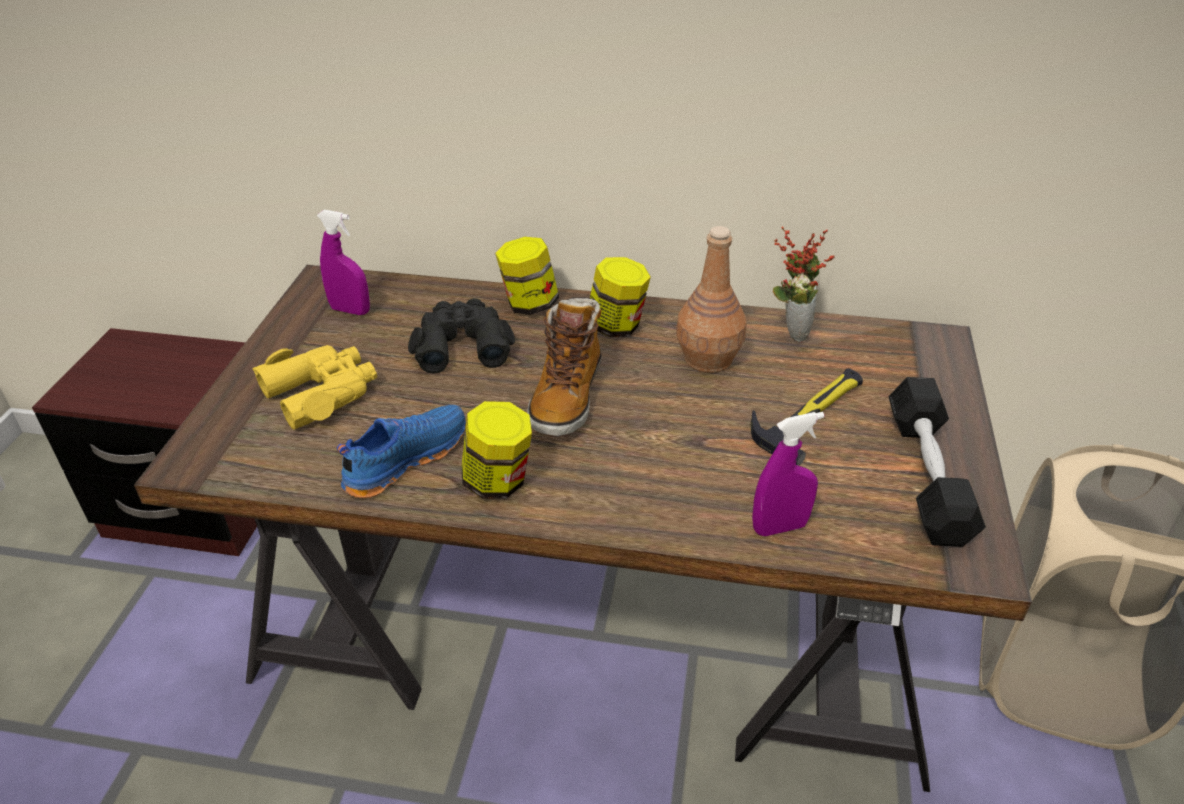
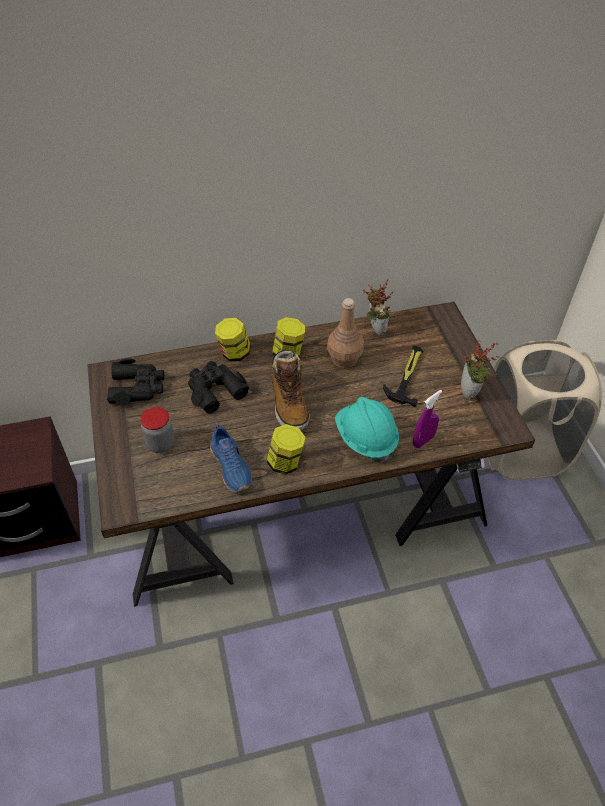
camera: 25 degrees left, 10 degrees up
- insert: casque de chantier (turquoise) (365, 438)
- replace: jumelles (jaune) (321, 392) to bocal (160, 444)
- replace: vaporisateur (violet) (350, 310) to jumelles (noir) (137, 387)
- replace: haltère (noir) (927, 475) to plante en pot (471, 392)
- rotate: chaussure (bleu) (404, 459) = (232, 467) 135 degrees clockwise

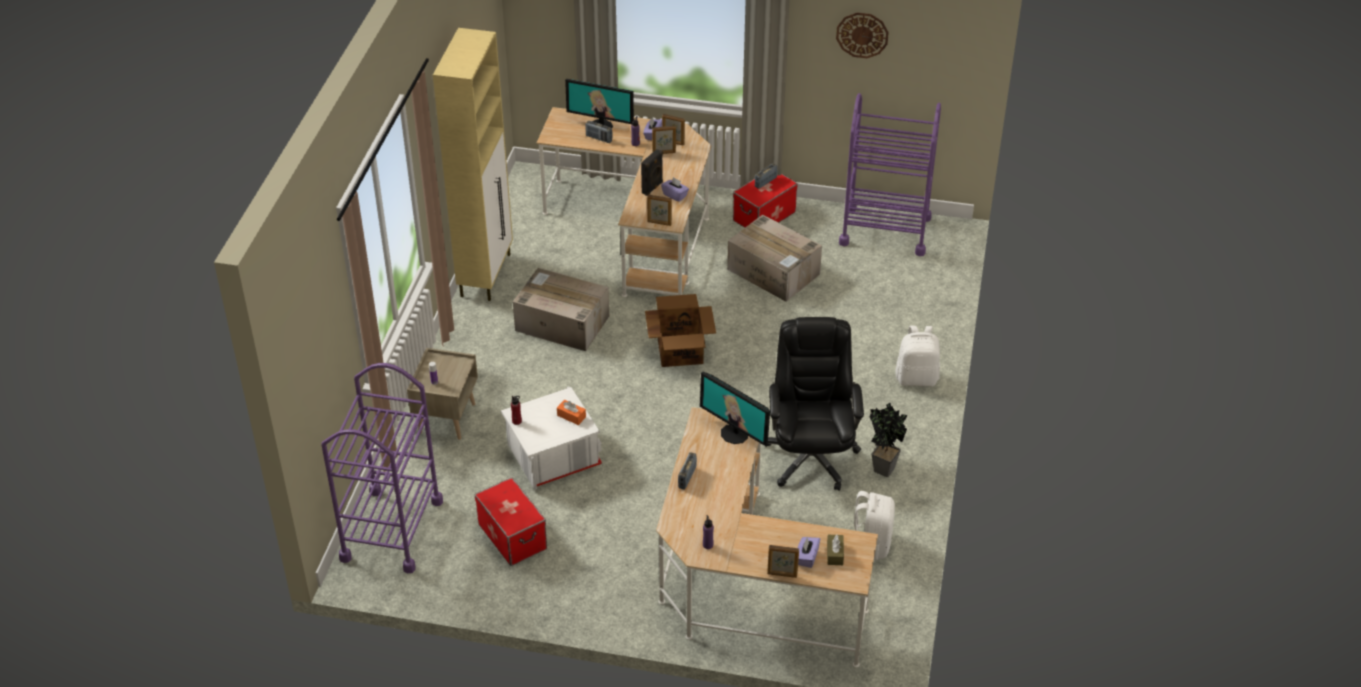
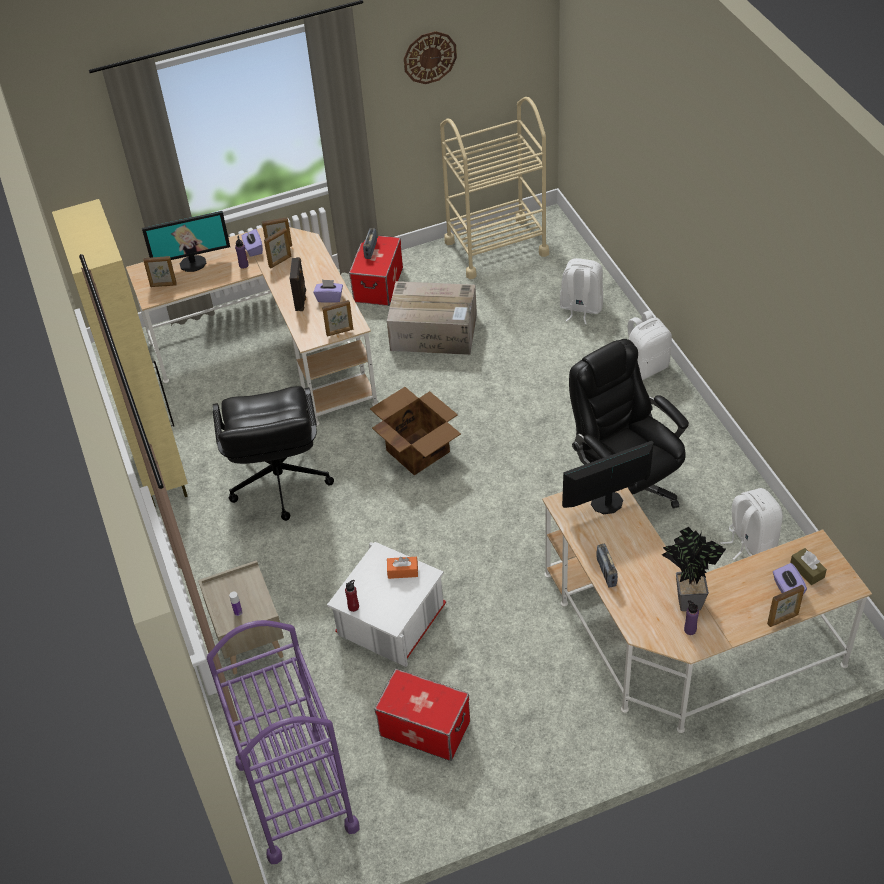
camera: 30 degrees left, 5 degrees up
- delete: radio (599, 138)
- insert: cadre photo (163, 285)
- insert: sac à dos (blanc) (580, 308)
- move: plante en pot (882, 467) to (684, 601)
- replace: carton (561, 323) to chaise de bureau (noir) (279, 482)
- recolor: chariot (violet) (885, 230) to chariot (beige) (496, 247)
- rotate: écran d'ordinateur (735, 433) = (607, 503) 150 degrees clockwise

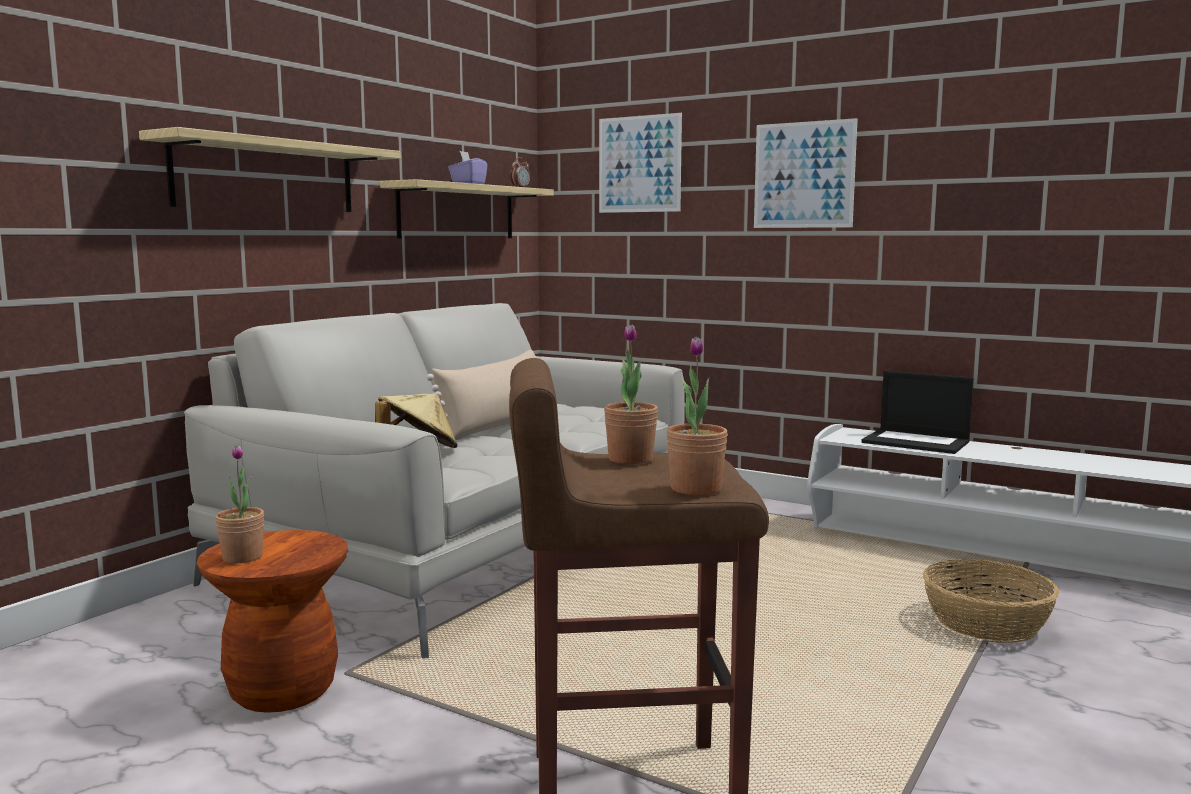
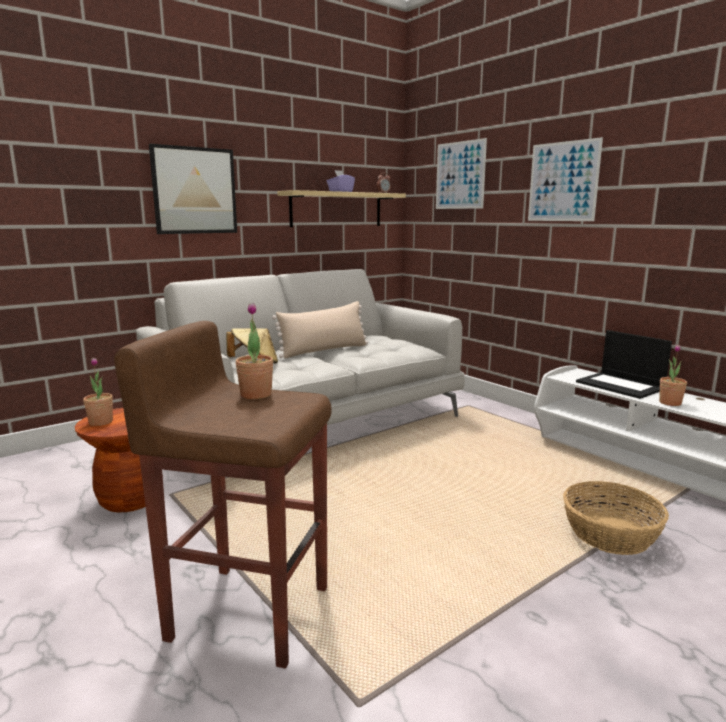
camera: 20 degrees right, 5 degrees up
- move: plante en pot (695, 489) to (670, 403)
- replace: étagère (266, 176) to tableau (194, 191)

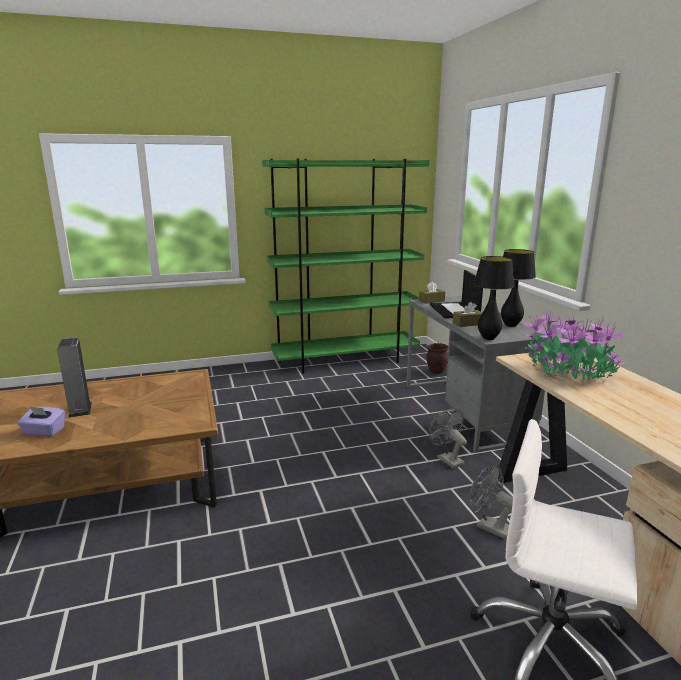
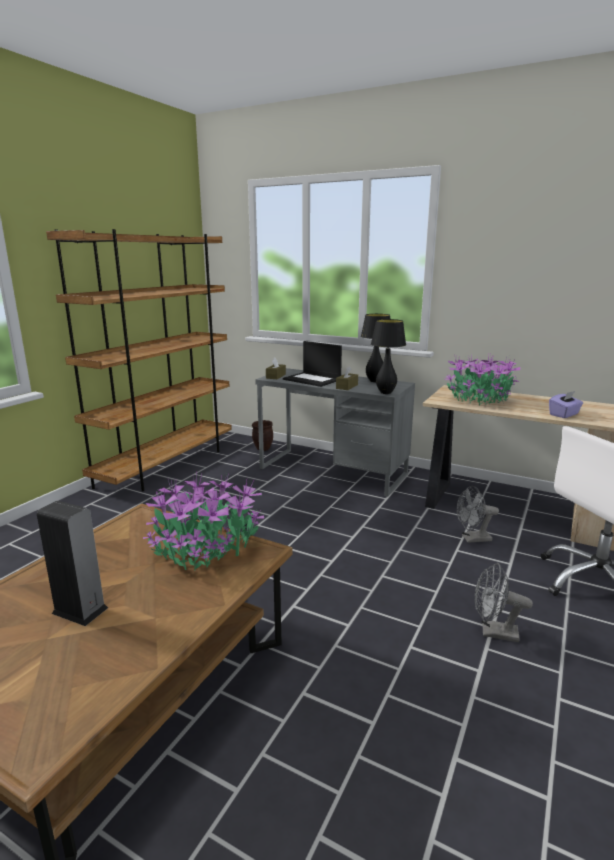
camera: 45 degrees left, 0 degrees up
- insert: plante en pot (205, 549)
- move: boîte à mouchoirs (violet) (44, 432) to (564, 414)
- move: ventilateur (gris) (447, 459) to (493, 632)
- recolor: bibliothèque (vert) (346, 361) to bibliothèque (marron) (167, 465)

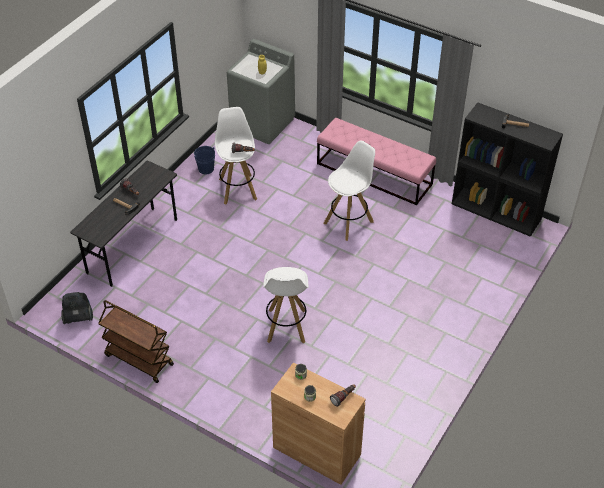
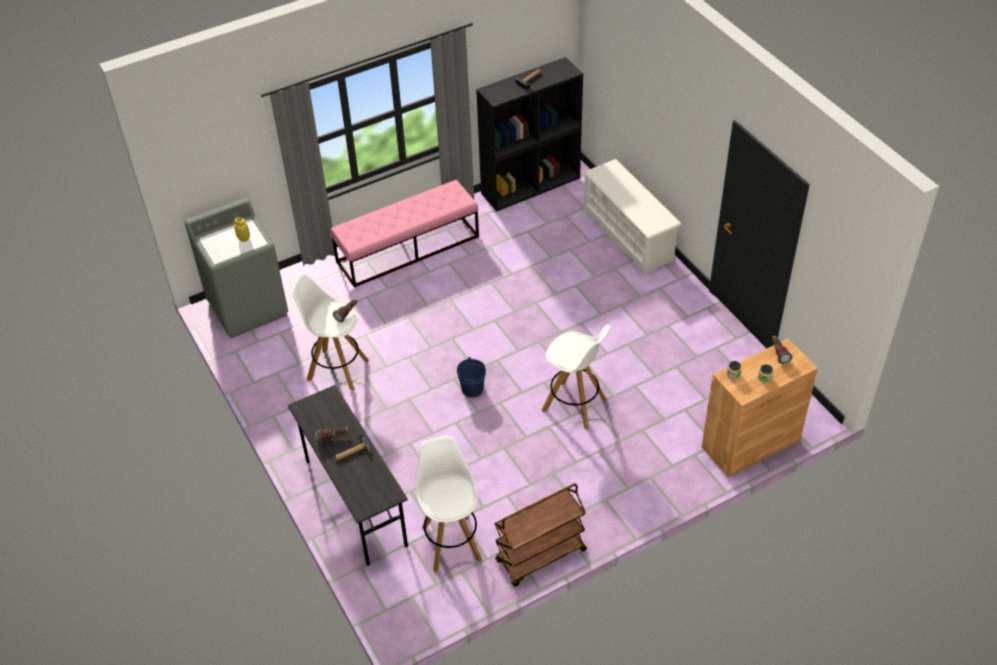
camera: 60 degrees left, 0 degrees up
- delete: aspirateur (78, 317)
- insert: étagère à chaussures (blanc) (628, 236)
- move: seau (bleu) (206, 169) to (472, 389)
- move: tabouret (blanc) (349, 222) to (451, 542)

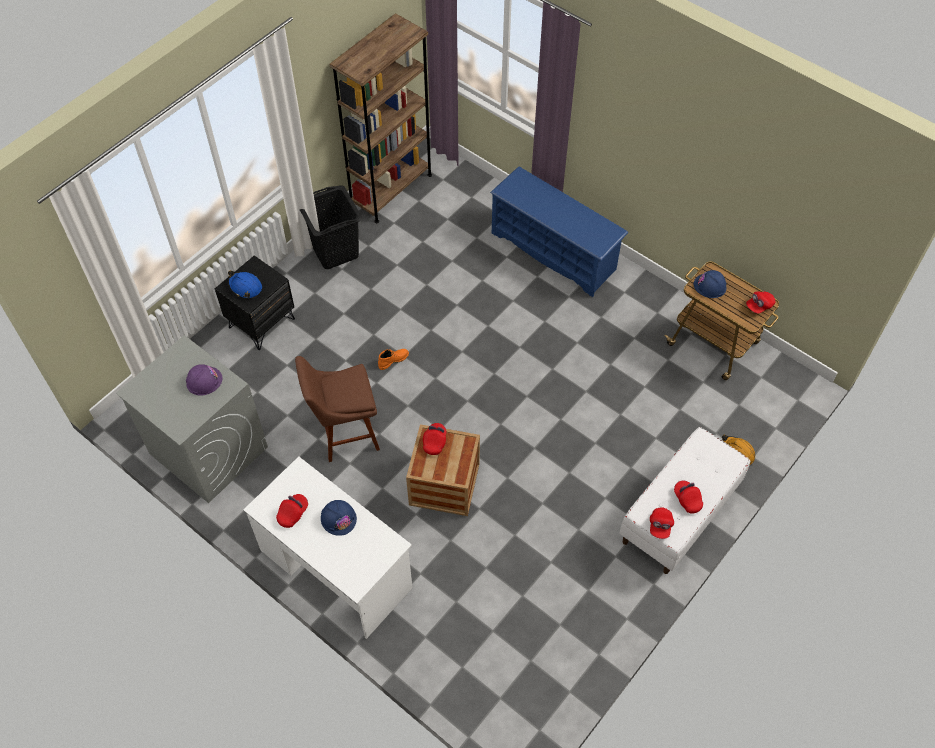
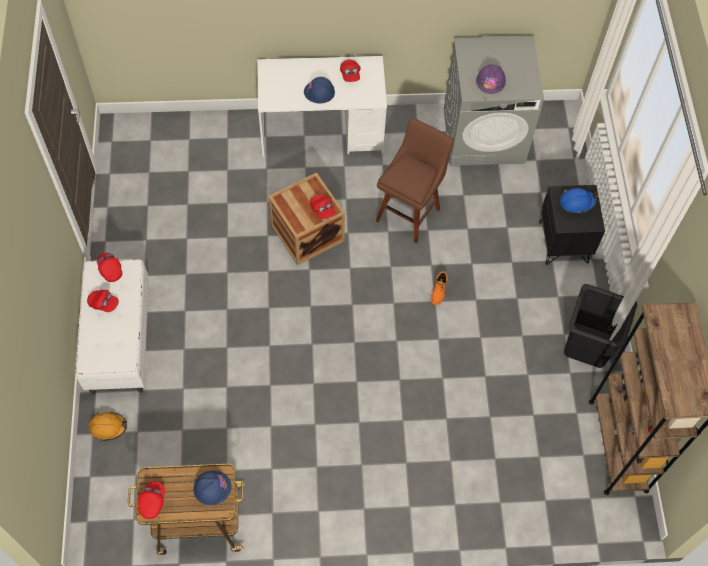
camera: 135 degrees right, 5 degrees up
- delete: étagère à chaussures (bleu) (554, 251)

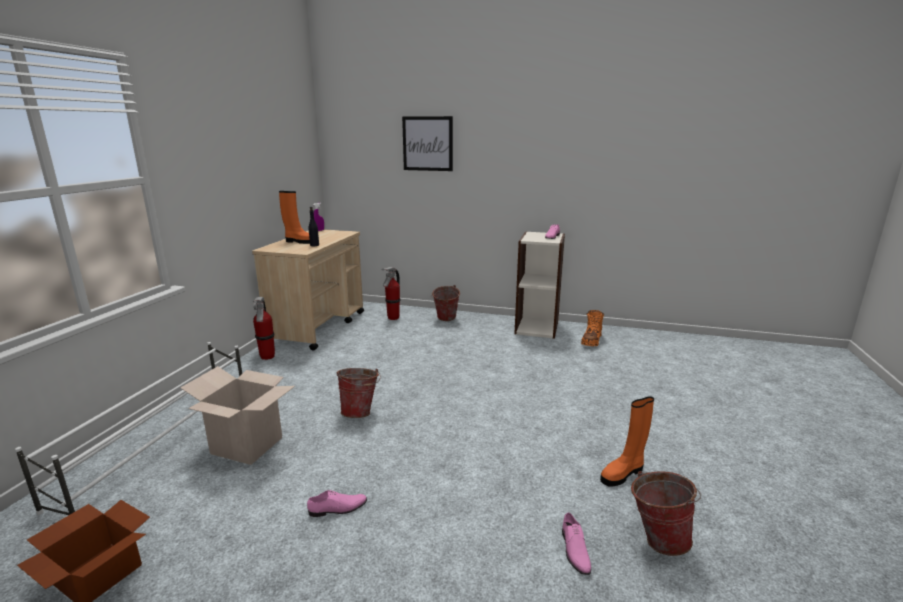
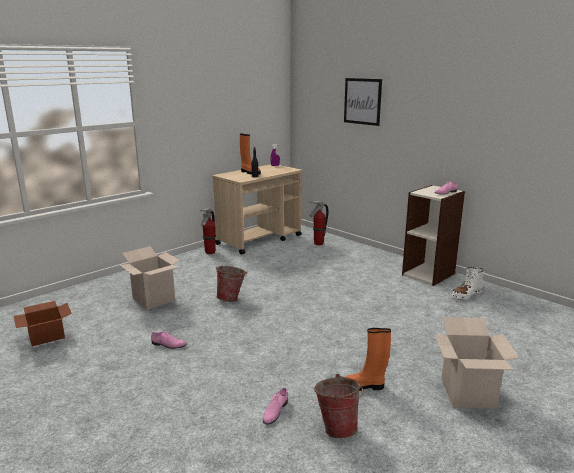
camera: 30 degrees right, 0 degrees up
- delete: étagère à chaussures (blanc) (161, 442)
- delete: seau (445, 319)
- insert: carton (468, 393)
- recolor: botte (orange) (591, 340) to botte (blanc) (466, 294)

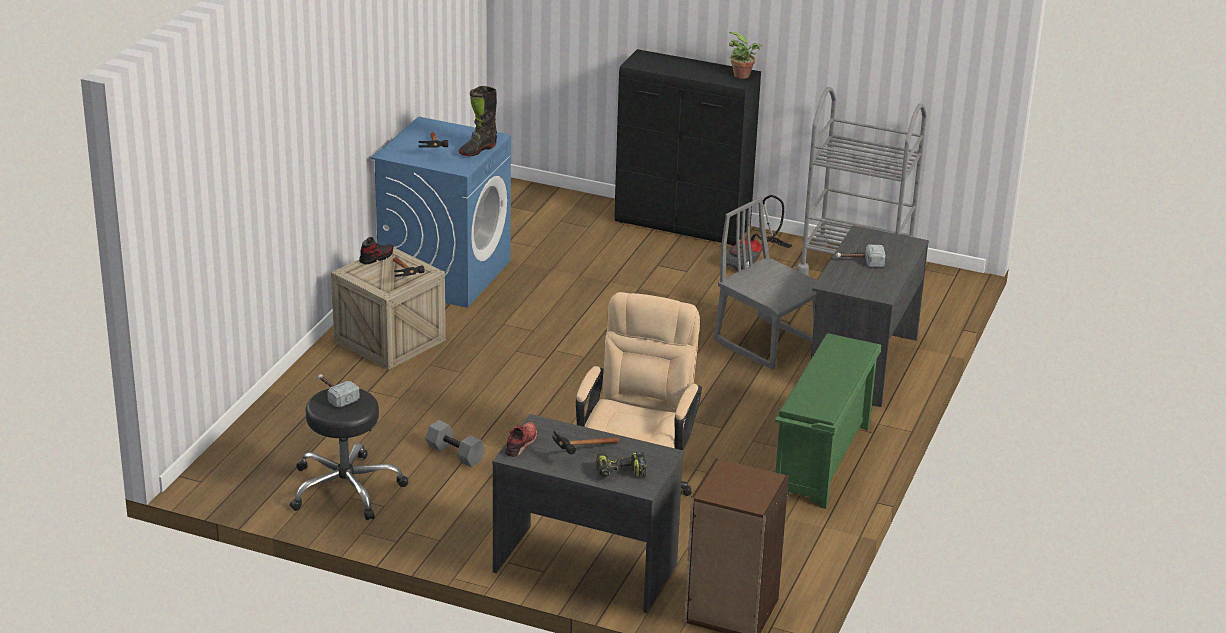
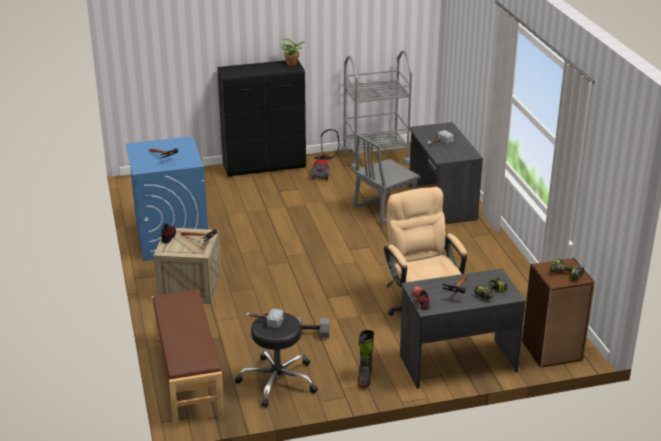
camera: 35 degrees left, 0 degrees up
- delete: étagère à chaussures (vert) (823, 461)
- insert: banc (marron) (187, 376)
- insert: perceuse (565, 274)
- move: botte (noir) (477, 150) to (364, 378)
- rotate: chaise (gris) (766, 342) = (384, 209) 45 degrees counterclockwise

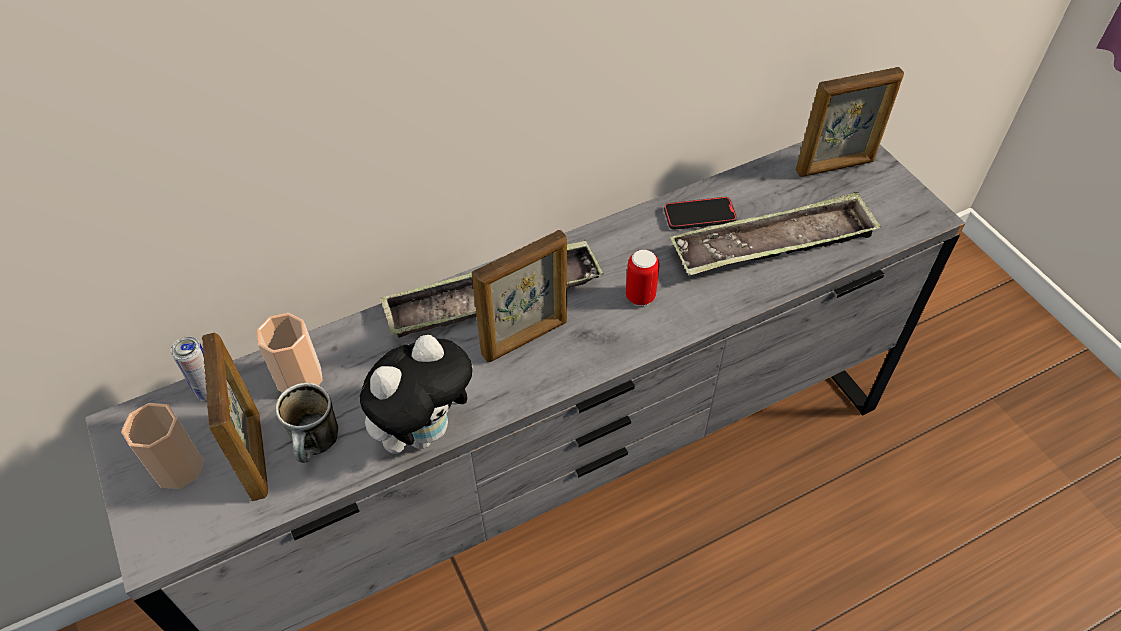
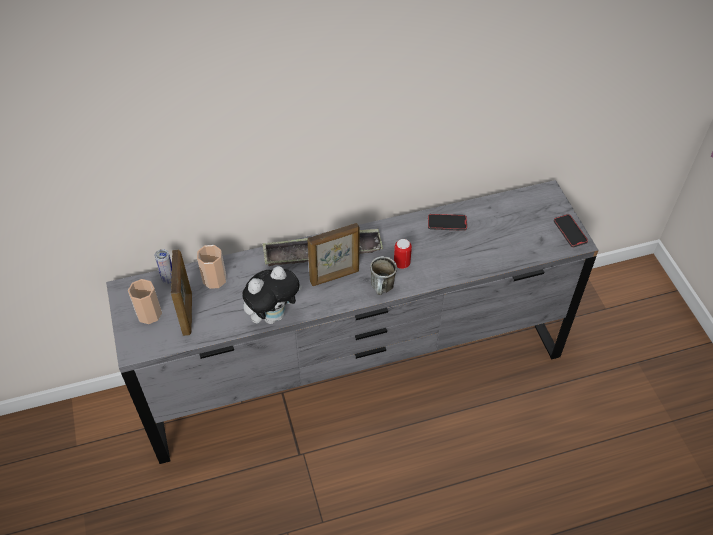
camera: 10 degrees right, 0 degrees up
- delete: plateau (773, 244)
- delete: cadre photo (835, 166)
- insert: téléphone (570, 232)
- move: mug (318, 446) to (383, 289)

